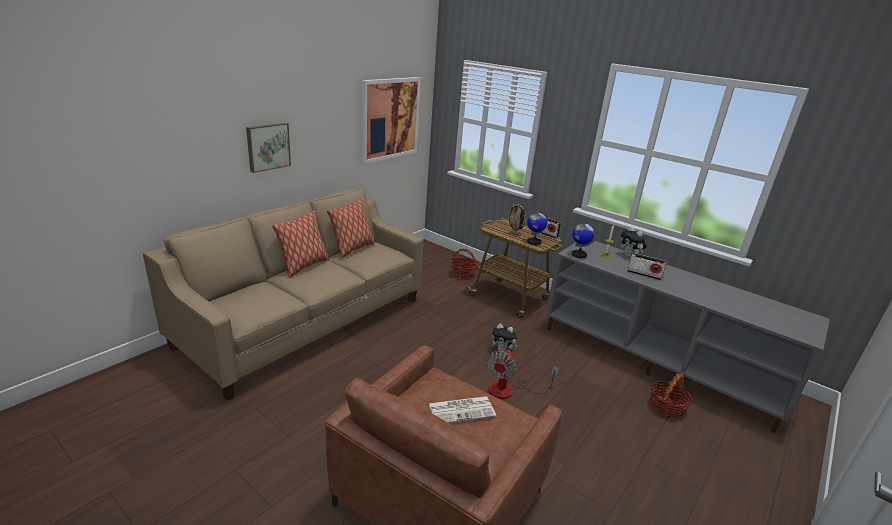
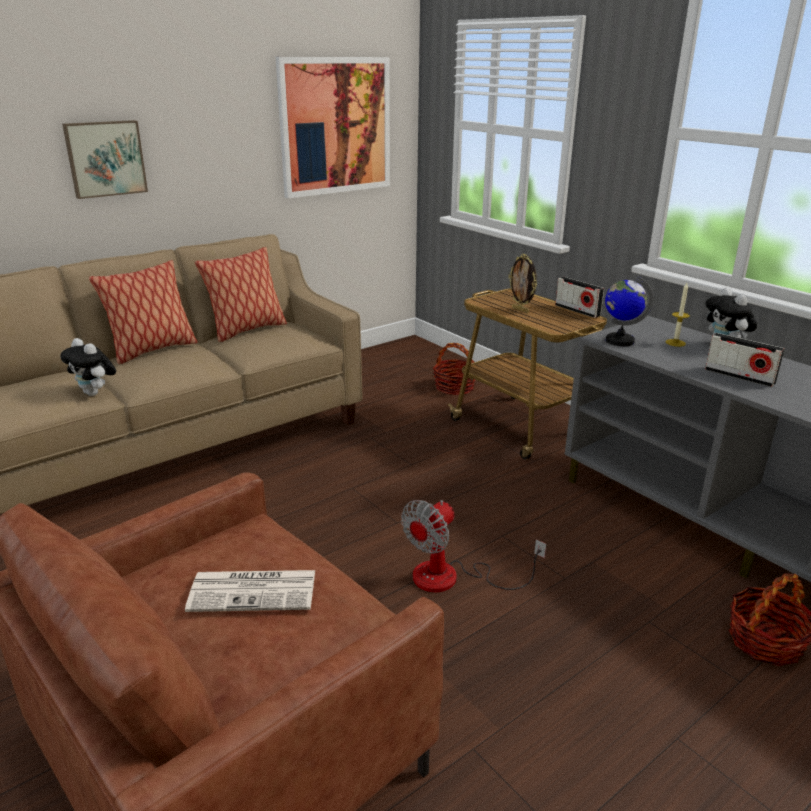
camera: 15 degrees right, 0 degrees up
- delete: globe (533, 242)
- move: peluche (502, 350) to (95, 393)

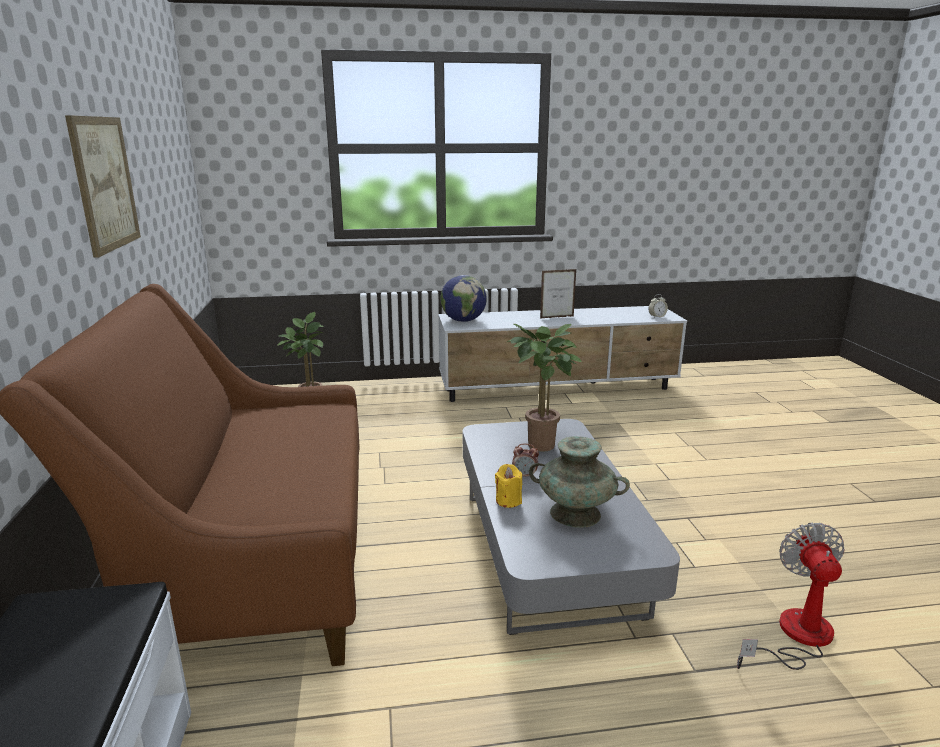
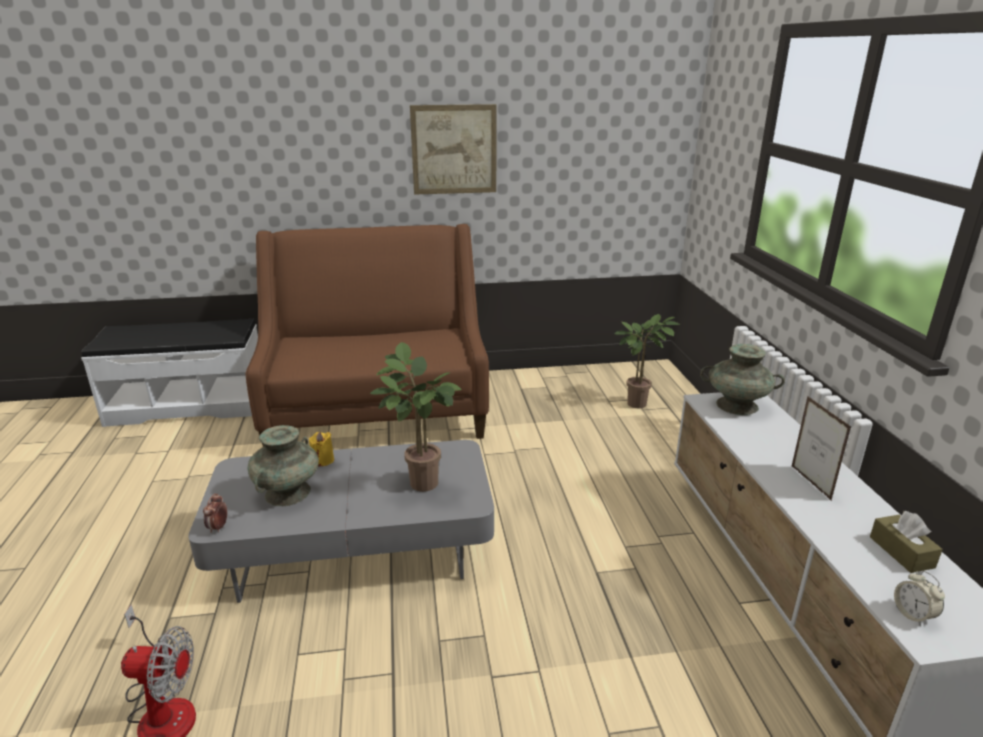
camera: 90 degrees right, 5 degrees up
- insert: boîte à mouchoirs (marron) (901, 552)
- move: réveil (525, 475) to (218, 527)
- replace: globe (463, 320) to vase (turquoise) (736, 405)

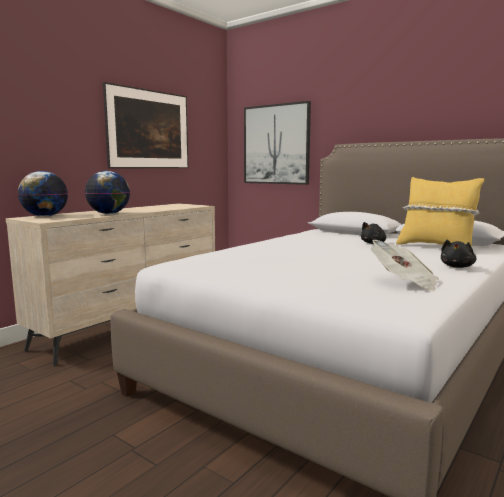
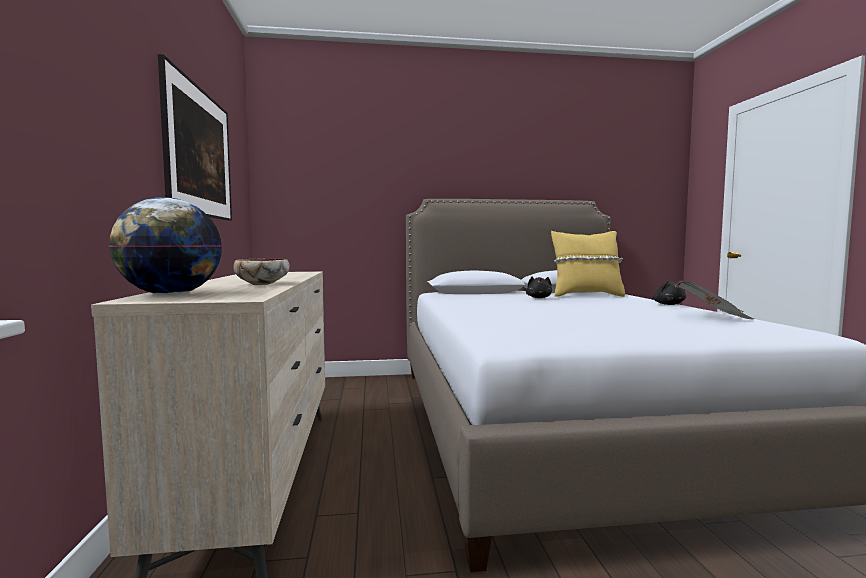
camera: 45 degrees left, 5 degrees down
- delete: tableau (276, 144)
- replace: globe (109, 213) to bol (263, 284)

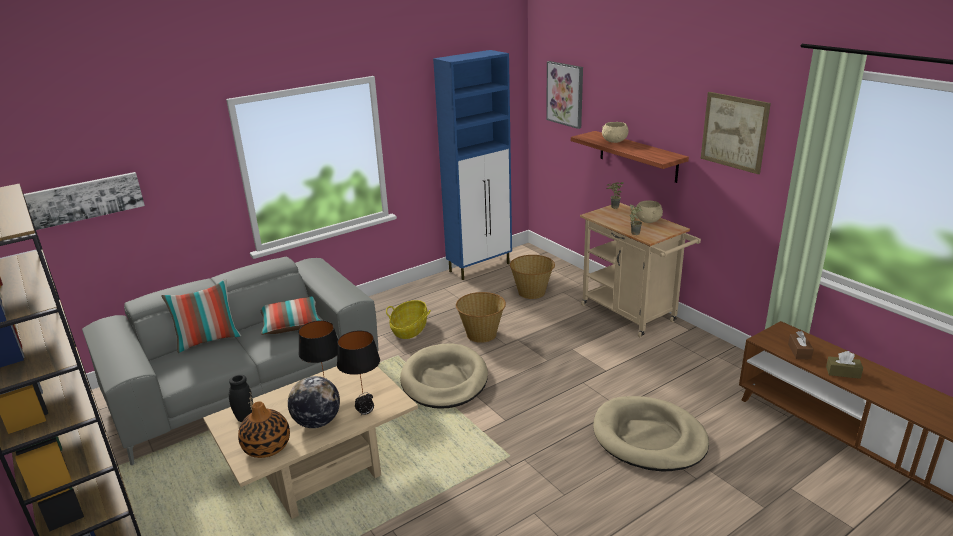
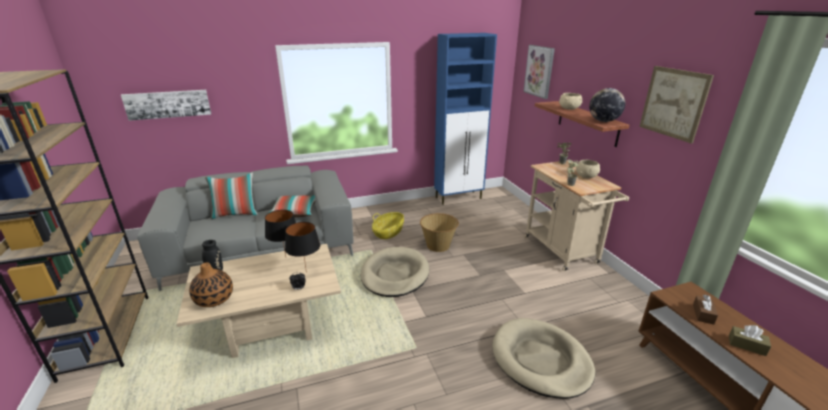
camera: 15 degrees right, 0 degrees up
- delete: panier (532, 292)
- move: globe (317, 422) to (603, 121)

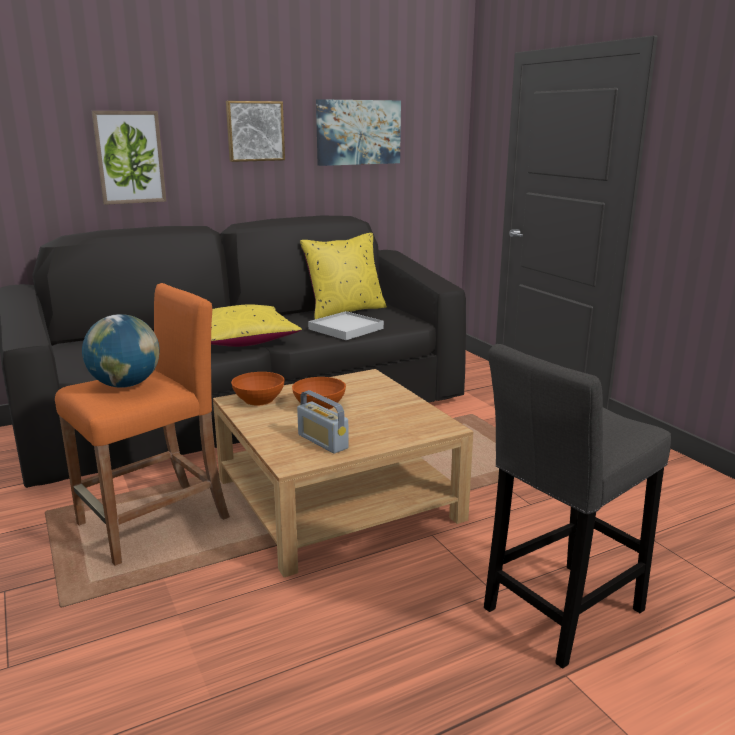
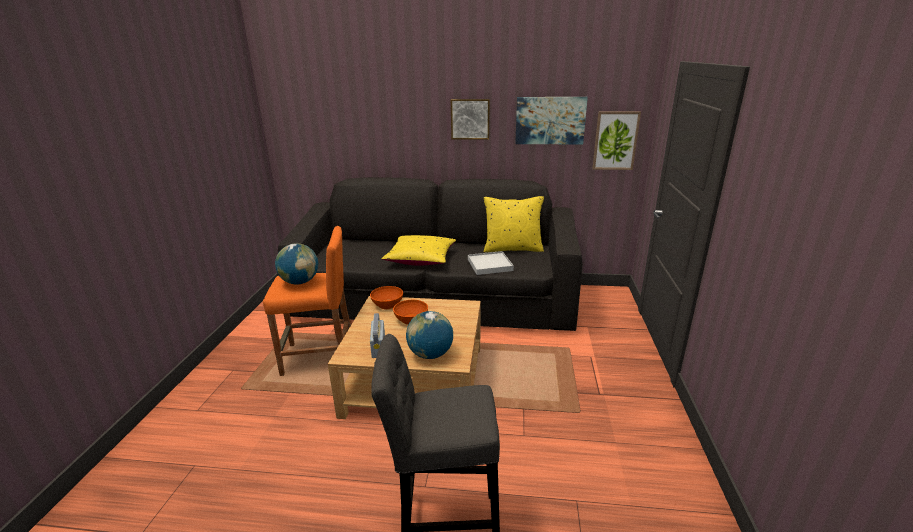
camera: 35 degrees right, 5 degrees up
- insert: globe (430, 354)
- move: tableau (129, 157) to (615, 140)

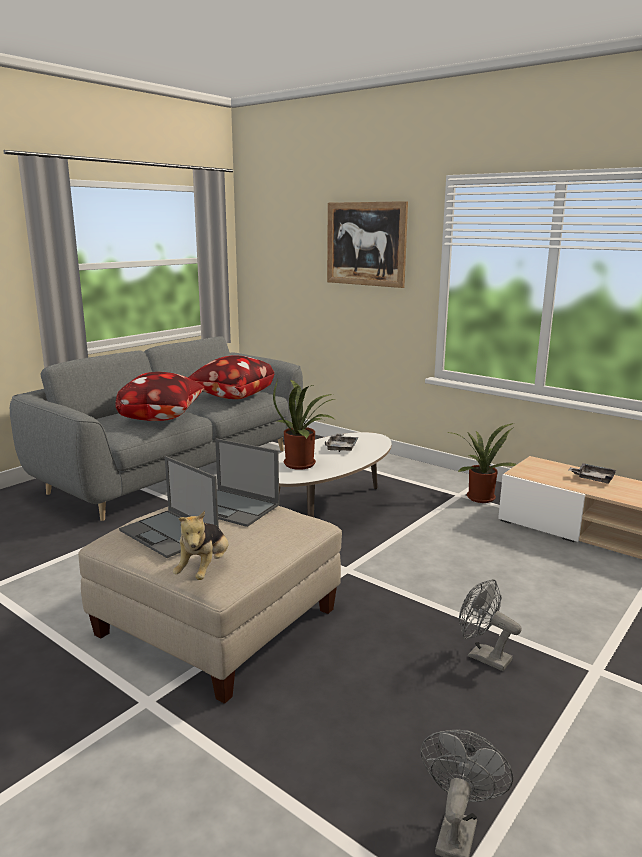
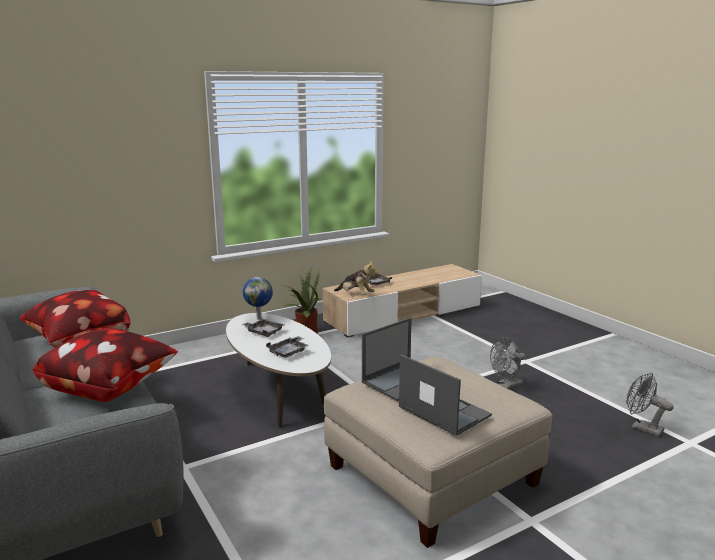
camera: 70 degrees left, 0 degrees up
- delete: tableau (366, 244)
- insert: globe (259, 318)
- move: peluche (204, 569) to (356, 295)
- replace: plante en pot (303, 464) to plateau (gris) (289, 352)
- rotate: ordinateur portable (170, 533) = (443, 411) 105 degrees counterclockwise

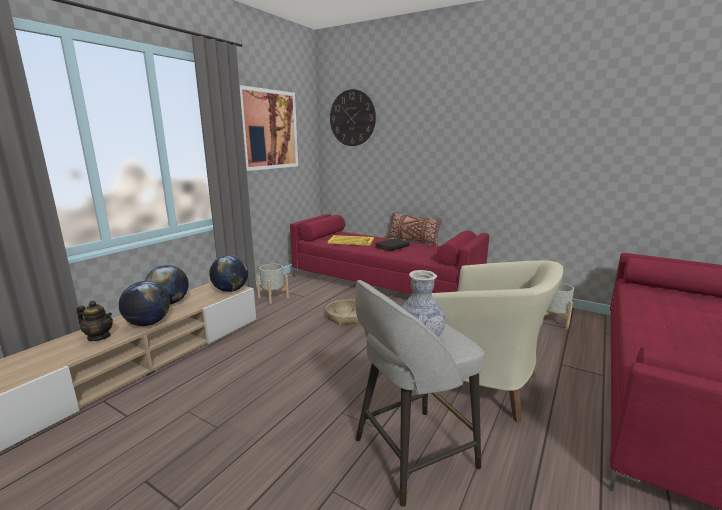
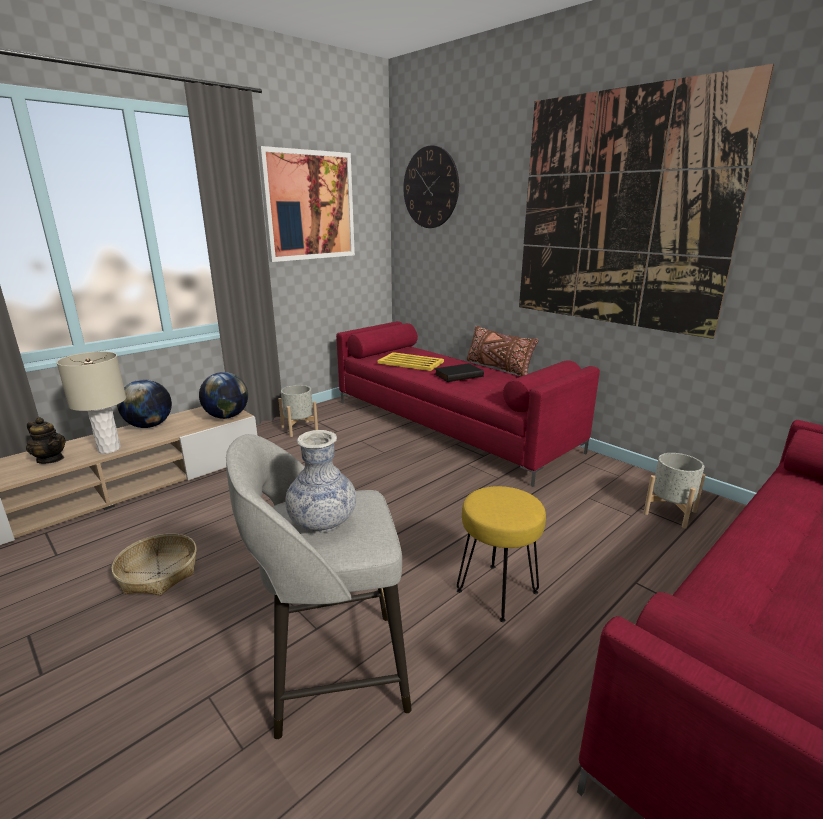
camera: 15 degrees right, 5 degrees up
- insert: tableau (619, 212)
- move: panier (346, 317) to (159, 573)
- replace: globe (148, 323) to lampe de table (beige) (109, 449)
- replace: fauteuil (beige) (485, 384) to tabouret (jaune) (497, 592)

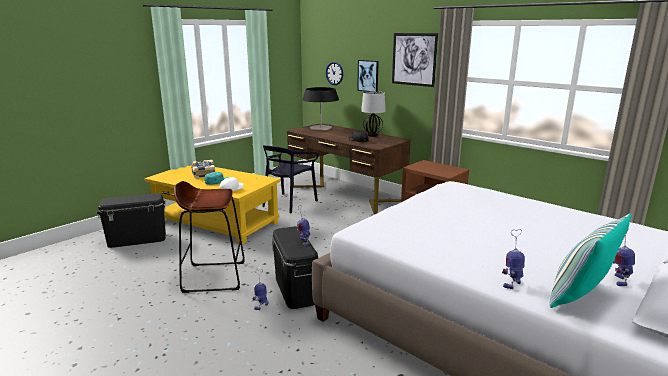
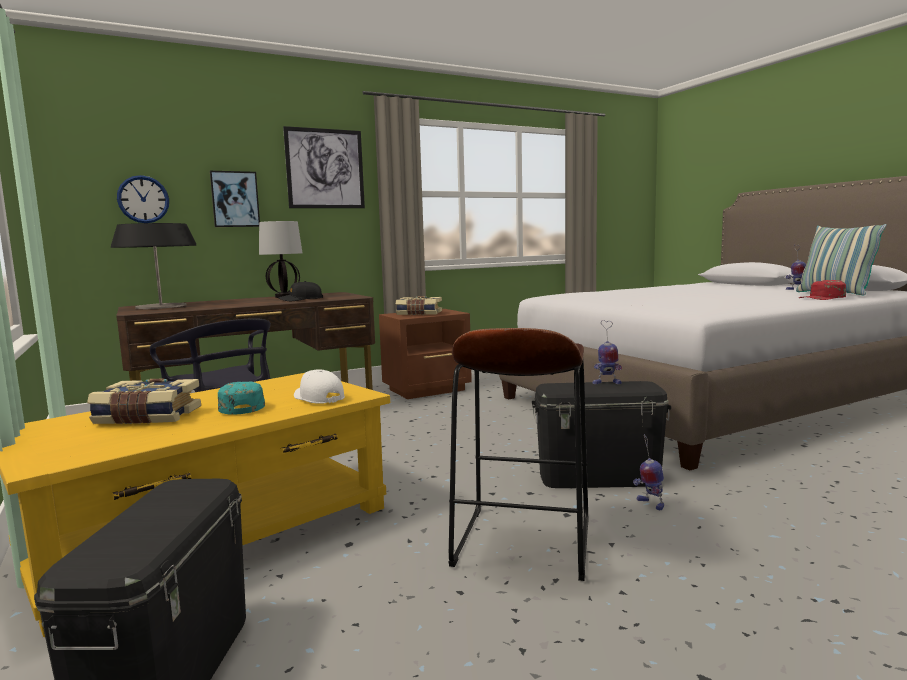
camera: 70 degrees left, 10 degrees down
- insert: livre (419, 314)
- replace: robot jouet (512, 284) to casquette (rouge) (823, 298)

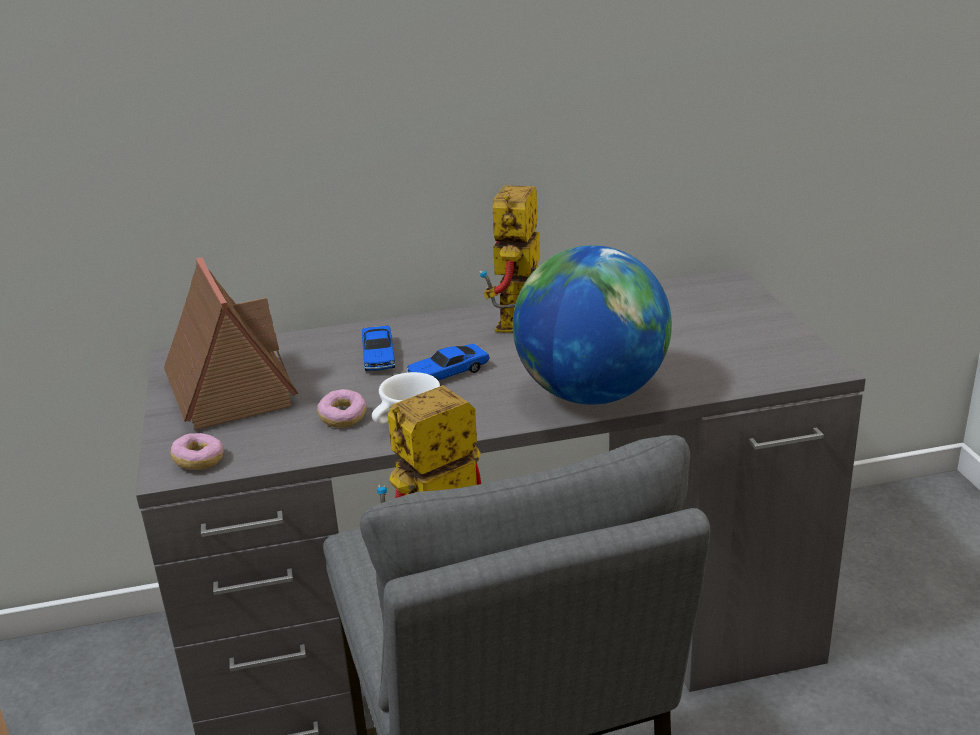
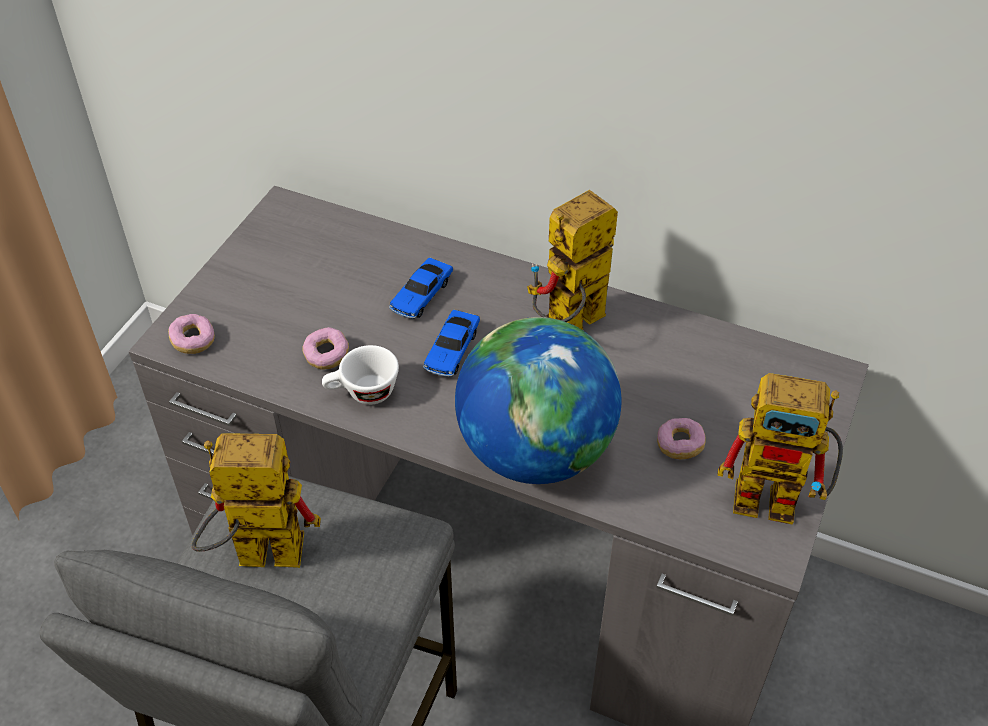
camera: 35 degrees right, 20 degrees up
- delete: maison miniature (229, 389)
- insert: beignet (679, 445)
- insert: robot jouet (780, 498)
- rotate: petite voiture (447, 373) = (452, 350) 75 degrees counterclockwise

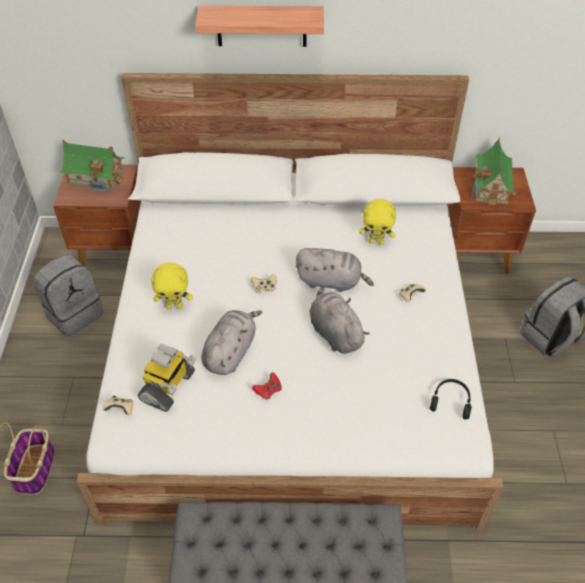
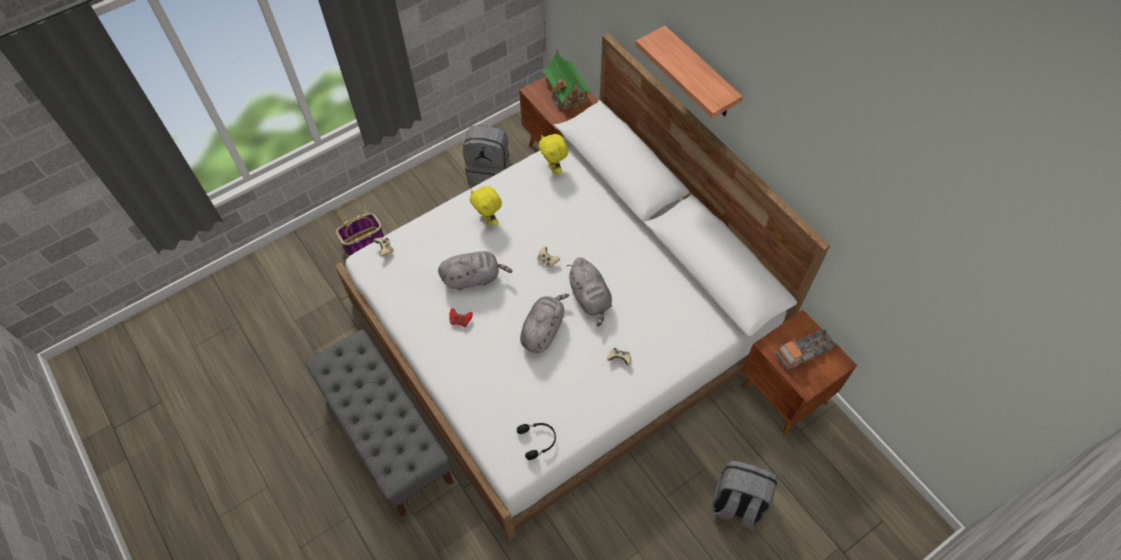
camera: 55 degrees right, 10 degrees up
- delete: robot jouet (168, 387)
- move: peluche (jaune) (376, 241) to (554, 168)
- replace: maison miniature (491, 186) to camion jouet (804, 352)

